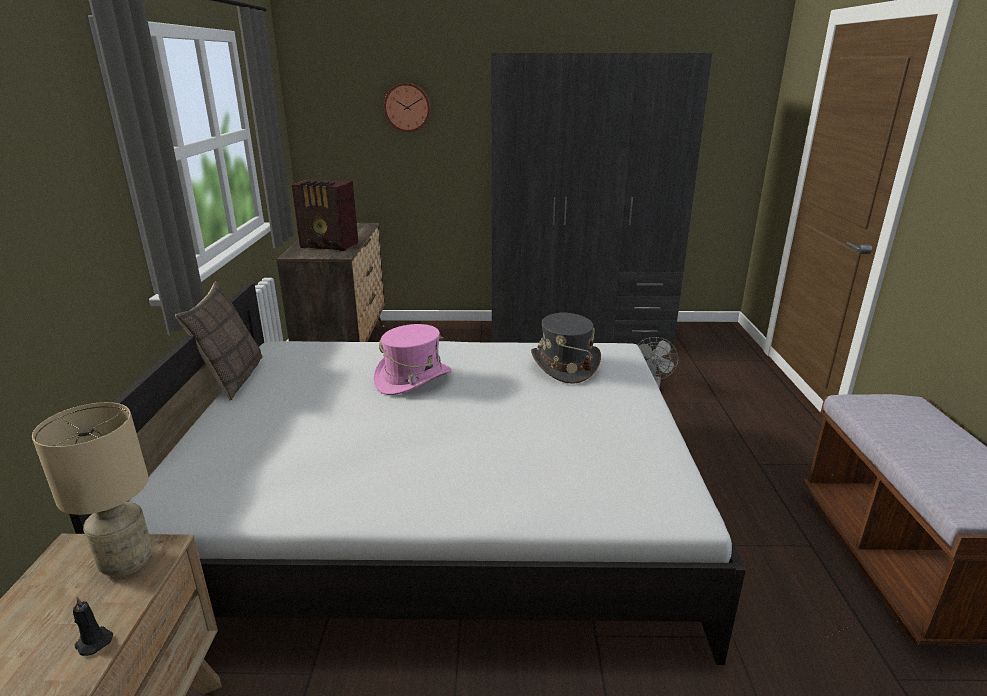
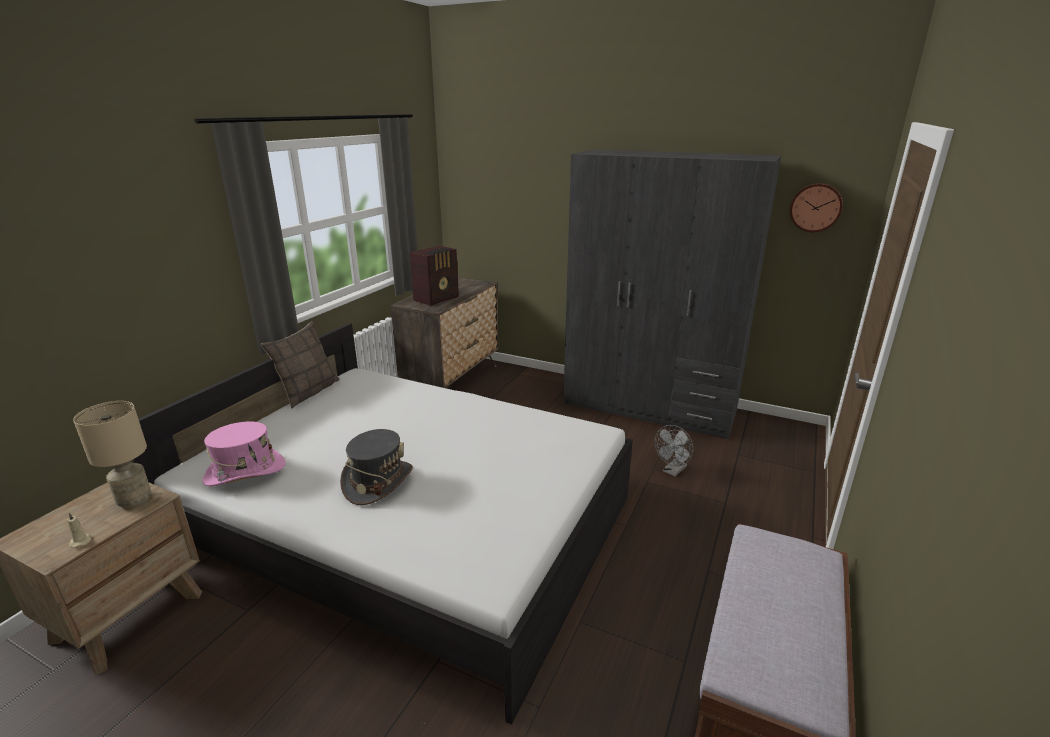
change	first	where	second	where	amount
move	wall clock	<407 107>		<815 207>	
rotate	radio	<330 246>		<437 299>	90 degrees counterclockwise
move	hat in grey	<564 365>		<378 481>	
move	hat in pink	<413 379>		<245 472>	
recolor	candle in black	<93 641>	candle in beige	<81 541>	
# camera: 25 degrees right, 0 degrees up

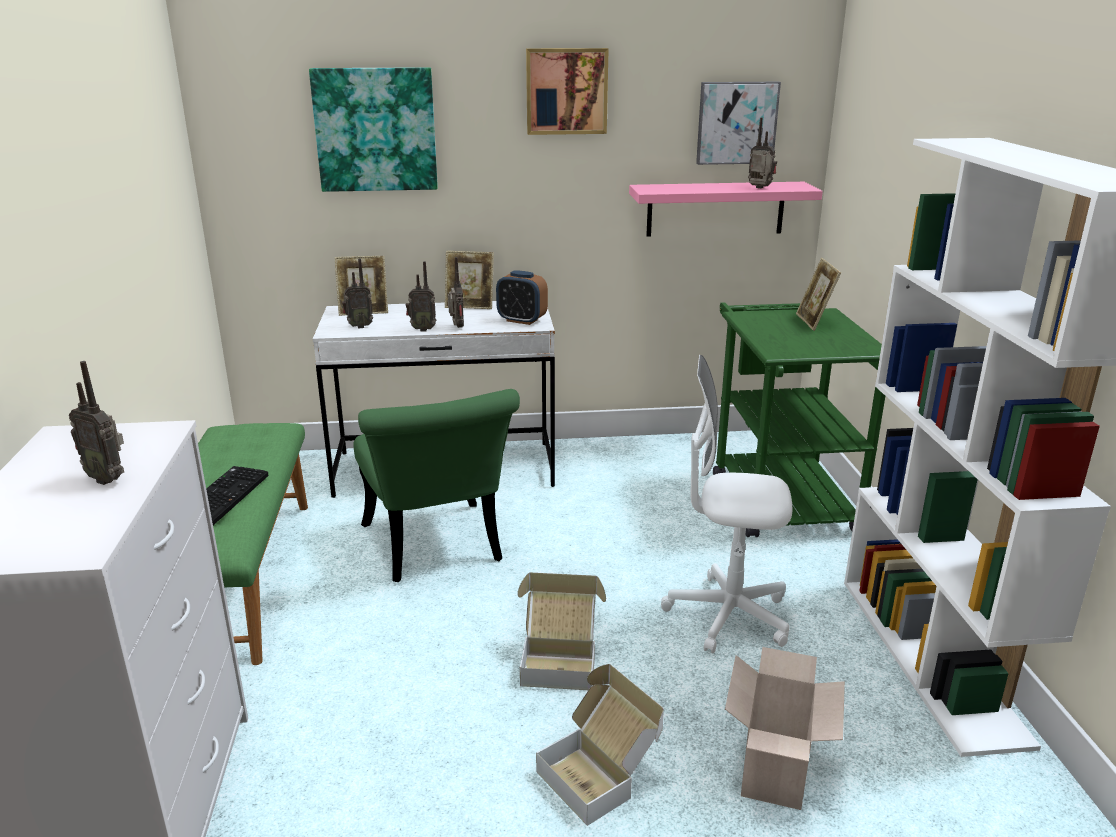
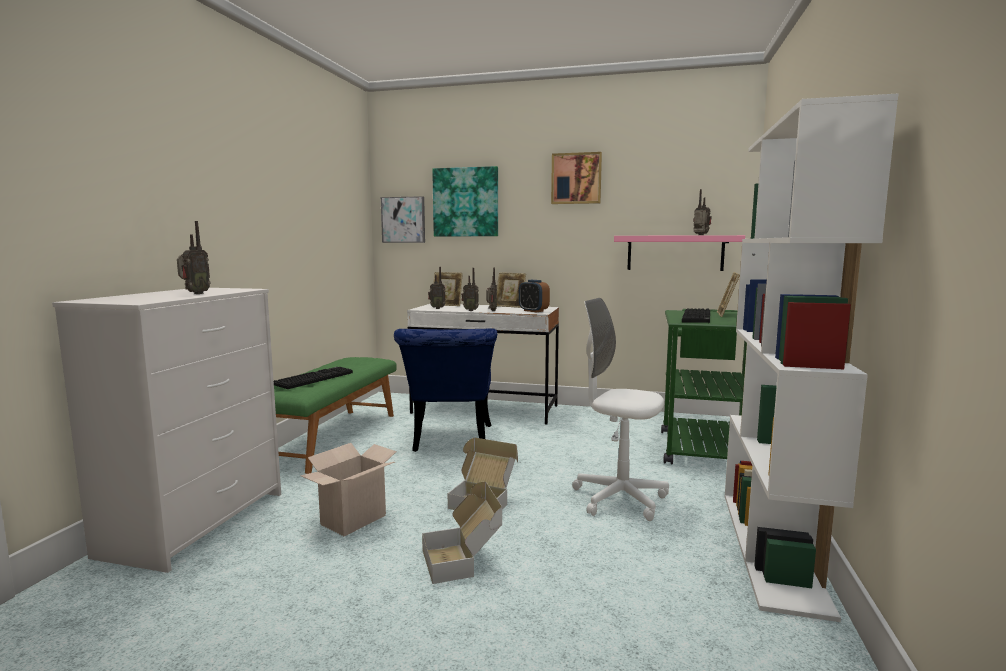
change	first	where	second	where	amount
move	picture	<736 123>		<403 220>	
rotate	radio	<108 478>		<194 294>	120 degrees counterclockwise
recolor	chair in green	<436 549>	chair in blue	<450 441>	
move	cardboard box	<776 775>		<353 521>	
insert			keyboard	<698 317>	
# camera: 20 degrees right, 15 degrees down

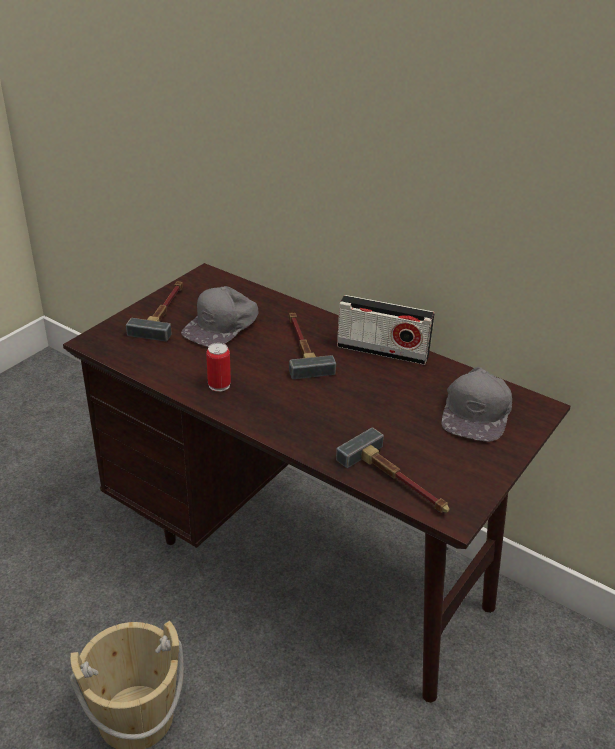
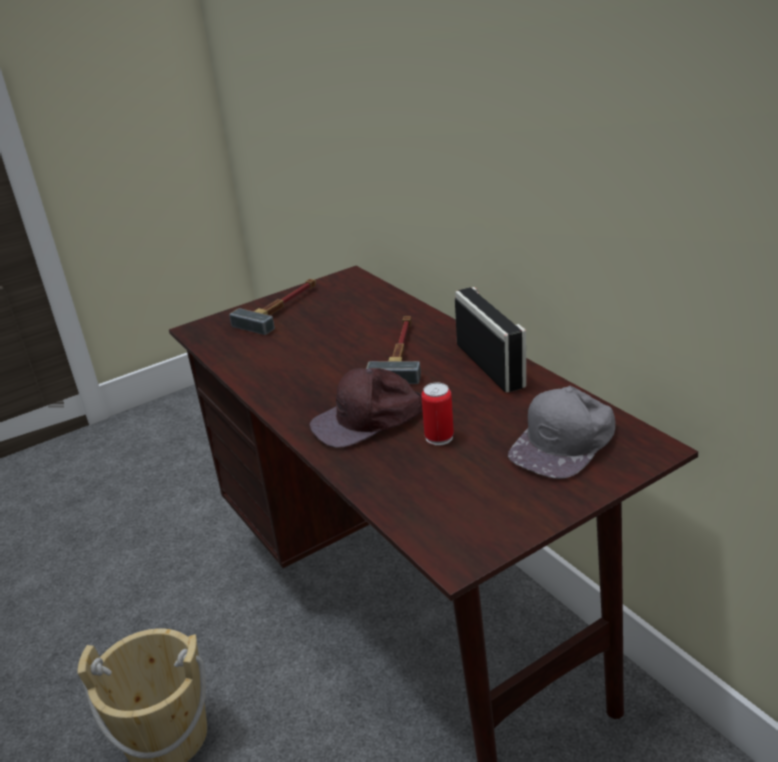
change	first	where	second	where	amount
delete	cap in grey	<222 325>			
rotate	radio	<382 351>		<490 365>	150 degrees counterclockwise
move	can	<219 385>		<439 437>	
delete	hammer	<398 481>			
insert			cap in brown	<369 420>	
# camera: 25 degrees right, 5 degrees down

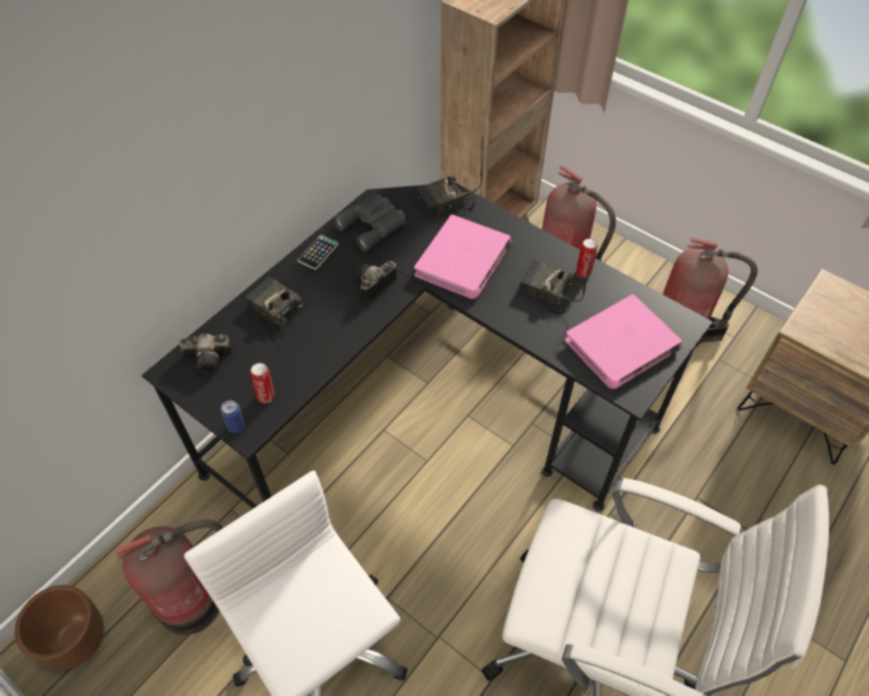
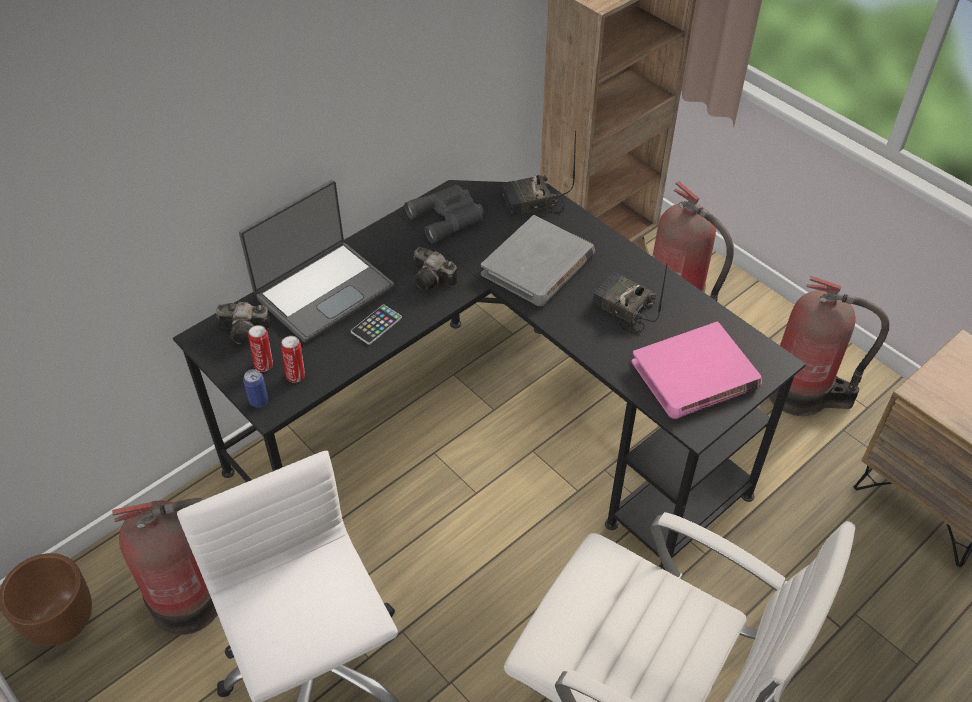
change	first	where	second	where	amount
recolor	book in pink	<463 260>	book in grey	<538 265>	
move	phone	<318 252>		<376 325>	
move	can	<583 272>		<264 364>	
rotate	photo camera	<373 286>		<434 280>	105 degrees counterclockwise
replace	radio	<274 310>	laptop	<323 291>	
# camera: 10 degrees right, 5 degrees down

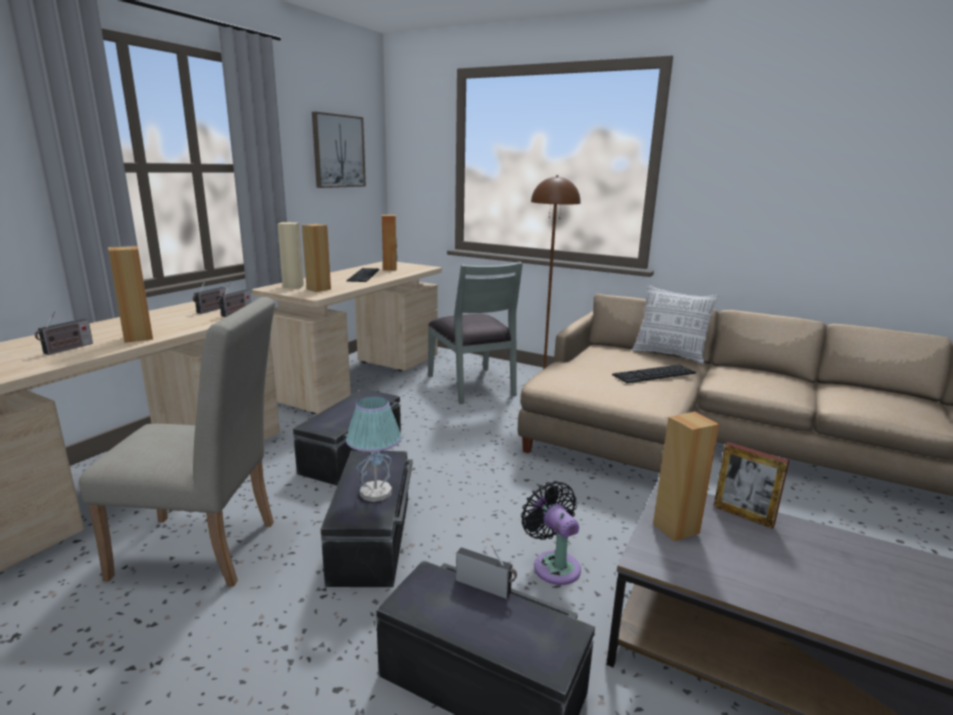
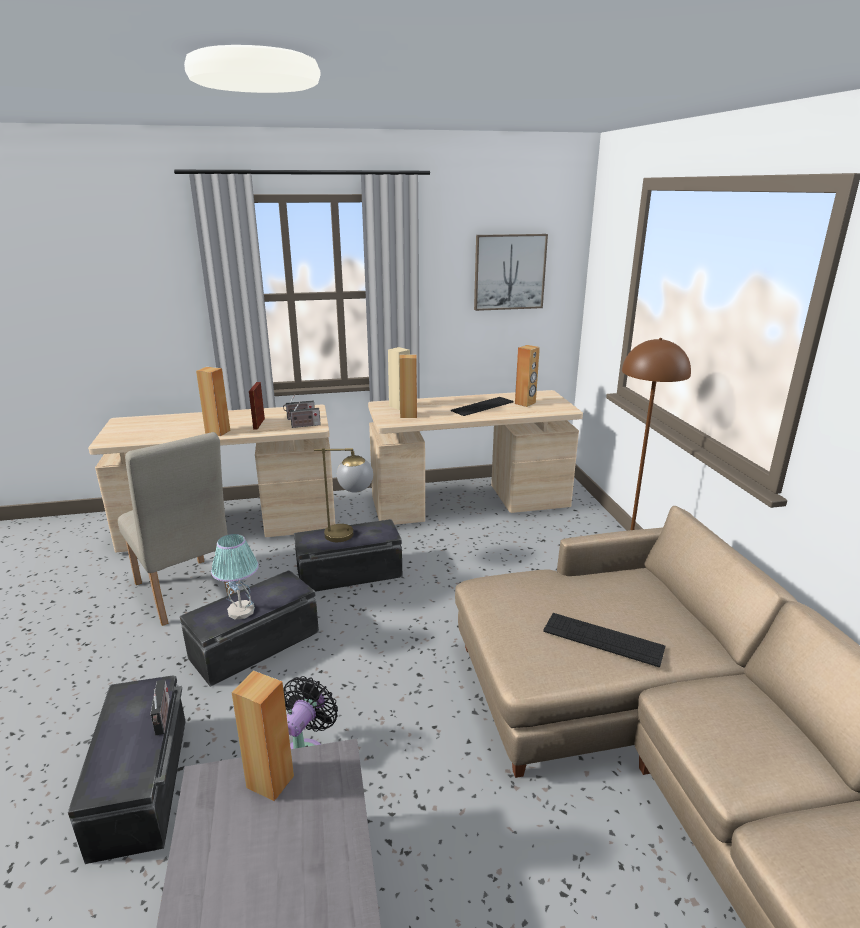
change	first	where	second	where	amount
delete	chair in grey	<472 385>			
delete	pillow	<669 355>			
delete	radio	<67 349>			
move	picture frame	<743 515>		<259 424>	
insert			table lamp	<350 534>	
# camera: 50 degrees right, 5 degrees up

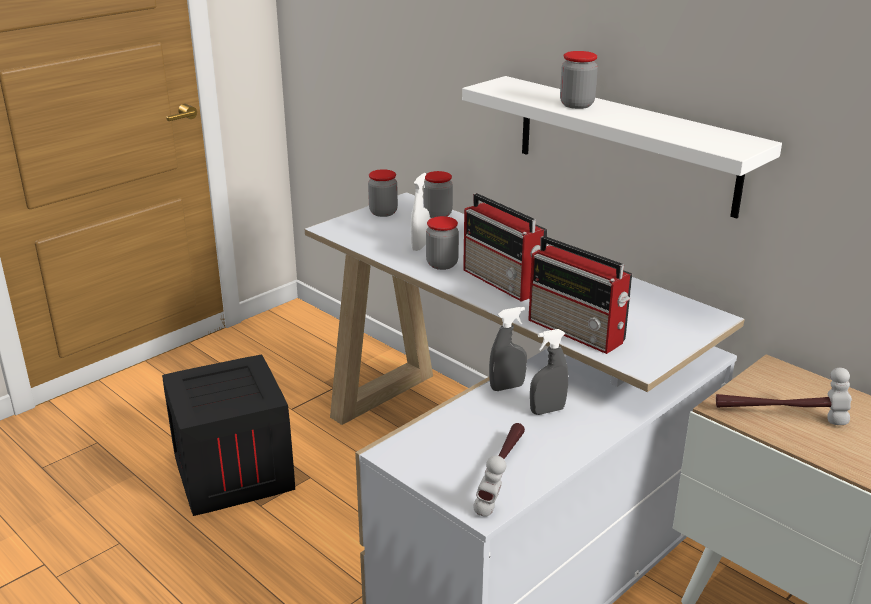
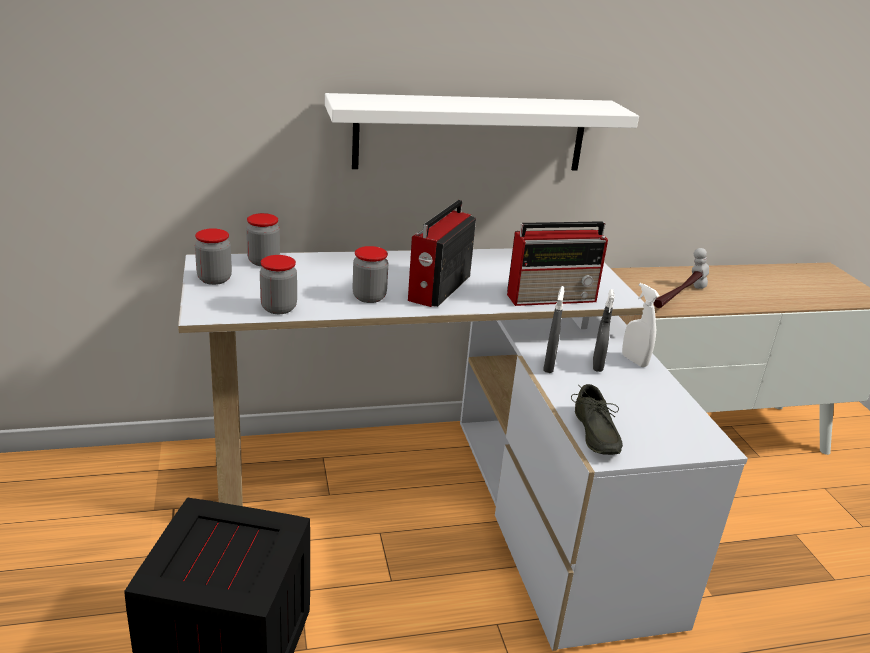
change	first	where	second	where	amount
move	jar	<577 105>		<279 308>	
move	spray bottle in white	<420 246>		<634 360>	
rotate	radio	<503 282>		<438 289>	120 degrees clockwise
delete	hammer	<502 476>			
insert			shoe in grey	<592 433>	
# camera: 60 degrees left, 0 degrees up

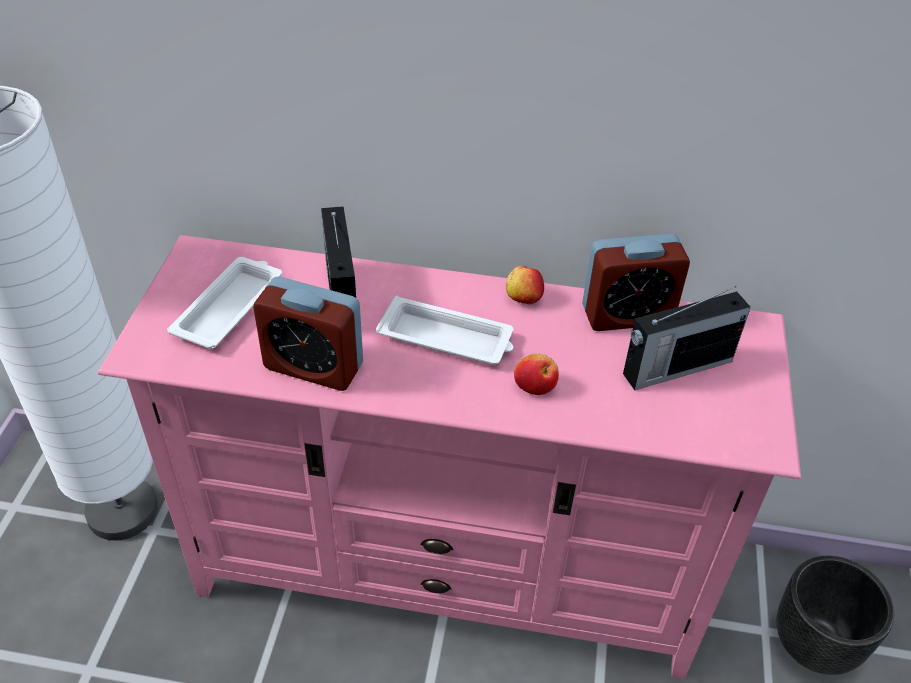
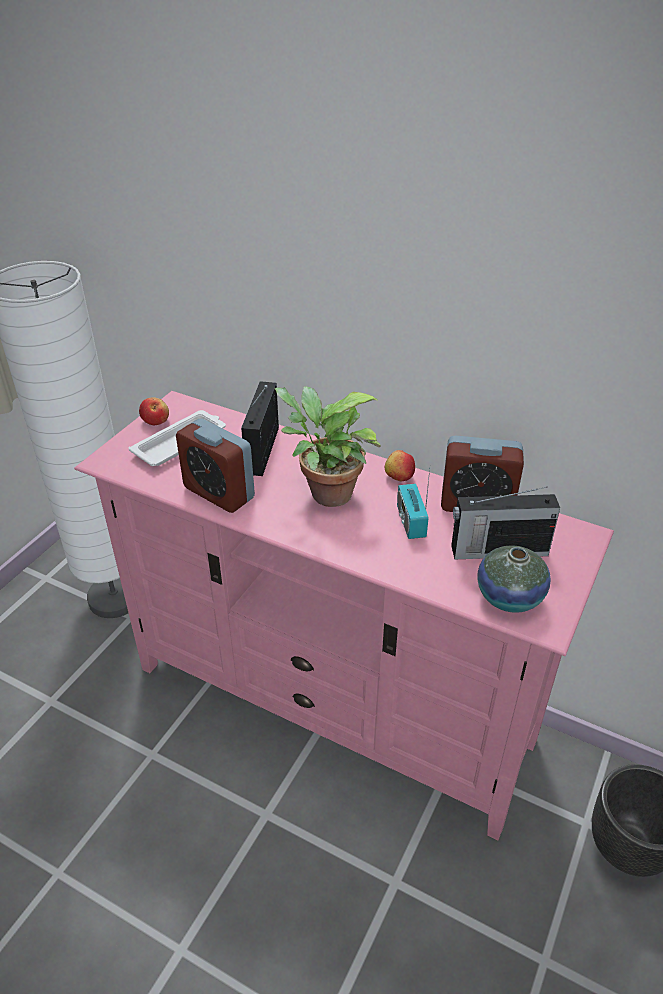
change	first	where	second	where	amount
replace	tray in white	<447 339>	potted plant	<325 493>	
move	apple	<535 385>		<156 421>	
insert			radio	<411 522>	
insert			vase	<509 596>	
# camera: 20 degrees right, 5 degrees down

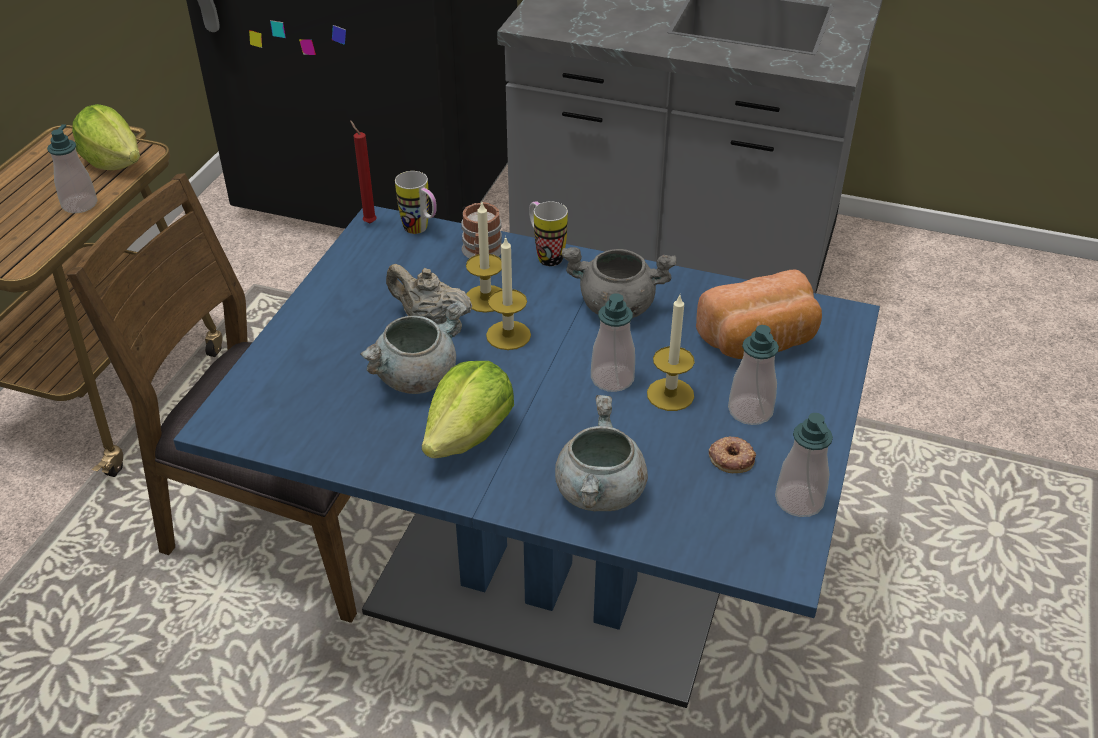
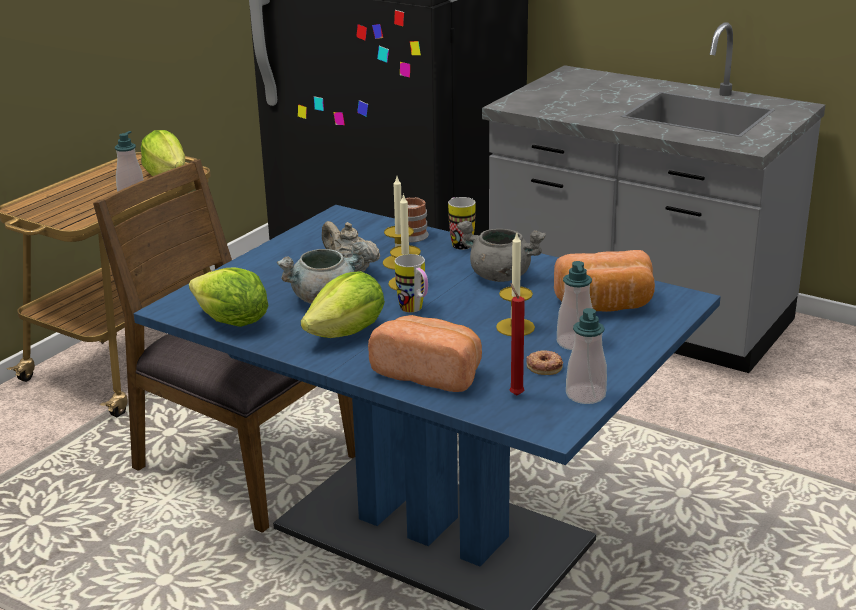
change	first	where	second	where	amount
move	candle in red	<368 222>		<515 394>	
move	mug	<421 230>		<415 310>	
delete	soap dispenser	<612 379>			
replace	cooking pot in grey	<600 493>	bread	<430 373>	
insert			lettuce	<232 322>	
# camera: 15 degrees right, 15 degrees down

